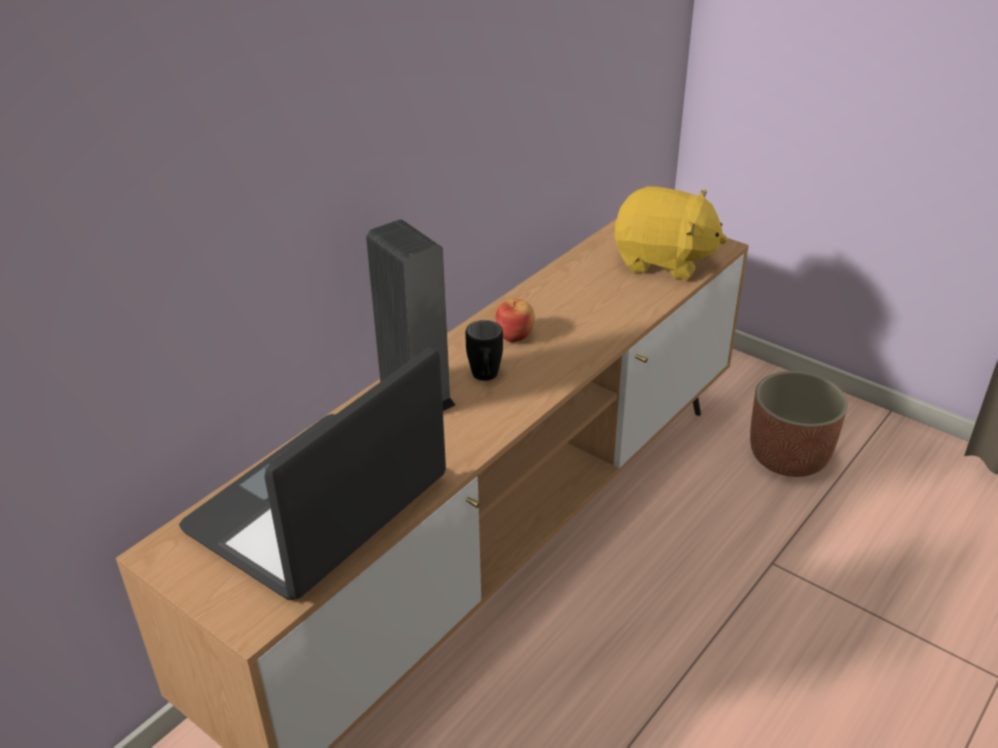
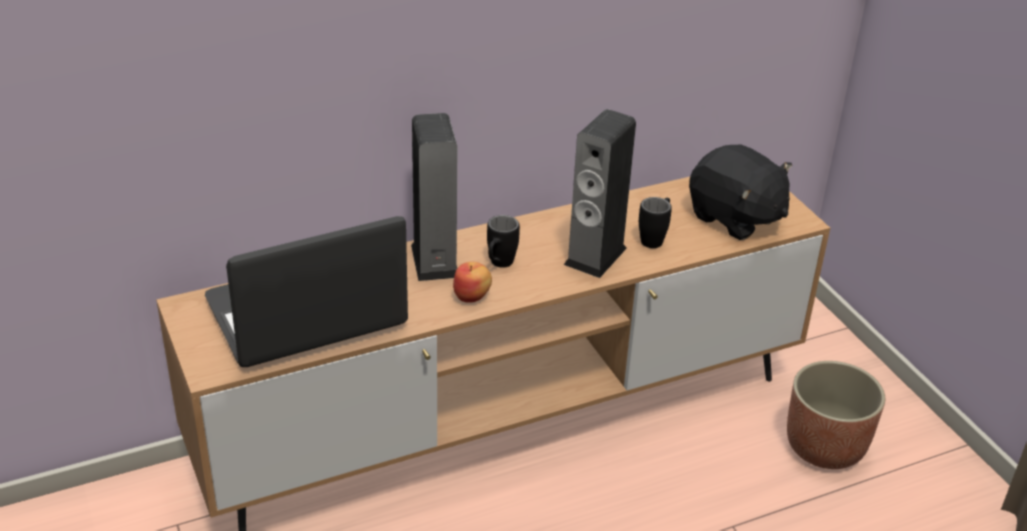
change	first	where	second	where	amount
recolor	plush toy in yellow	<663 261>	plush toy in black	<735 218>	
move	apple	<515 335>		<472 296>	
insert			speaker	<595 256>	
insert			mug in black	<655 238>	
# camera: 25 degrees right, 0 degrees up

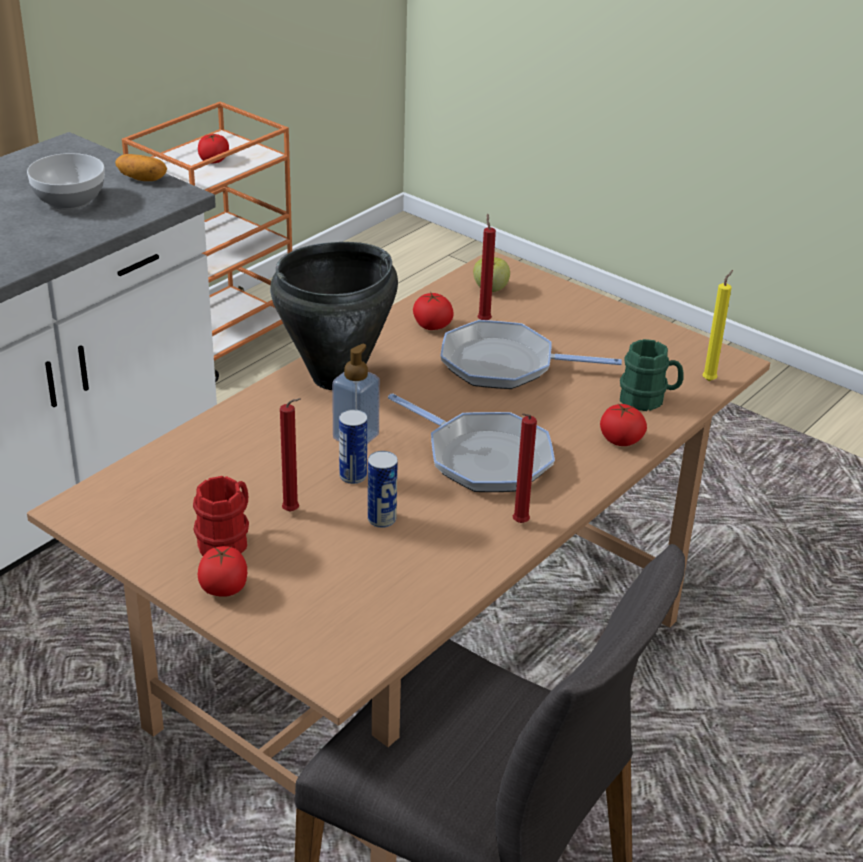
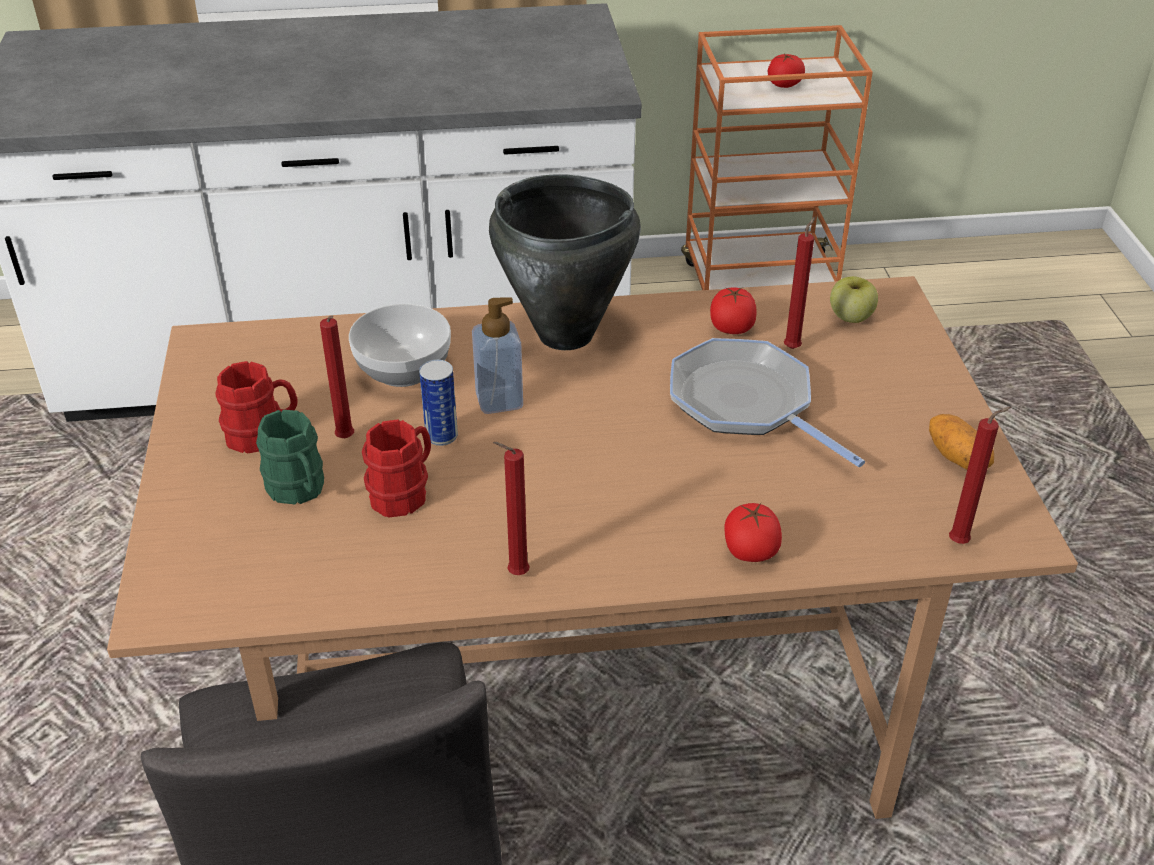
change	first	where	second	where	amount
move	bowl	<69 201>		<402 370>	
move	potato	<142 179>		<957 457>	
recolor	candle in yellow	<710 380>	candle in red	<961 542>	
move	mug in green	<648 400>		<299 490>	
delete	frying pan	<483 458>			
replace	can	<382 519>	mug in red	<404 492>	
delete	tomato	<223 588>			
# camera: 45 degrees right, 5 degrees up

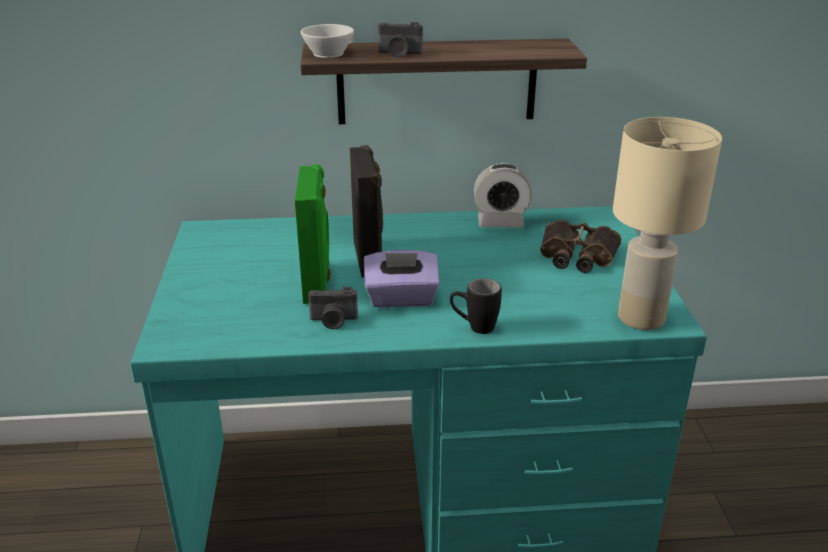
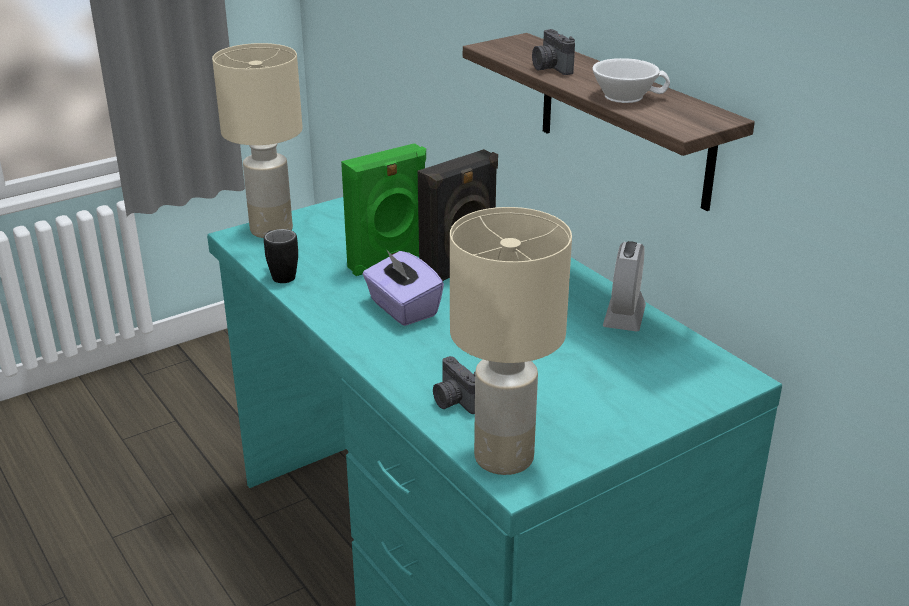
change	first	where	second	where	amount
move	cup in white	<328 52>		<626 95>	
rotate	alarm clock	<500 223>		<624 317>	45 degrees clockwise
delete	binoculars	<576 256>			
move	mug in black	<474 327>		<280 274>	
move	photo camera	<333 321>		<454 401>	
insert			table lamp in beige	<270 230>	
# camera: 60 degrees right, 0 degrees up

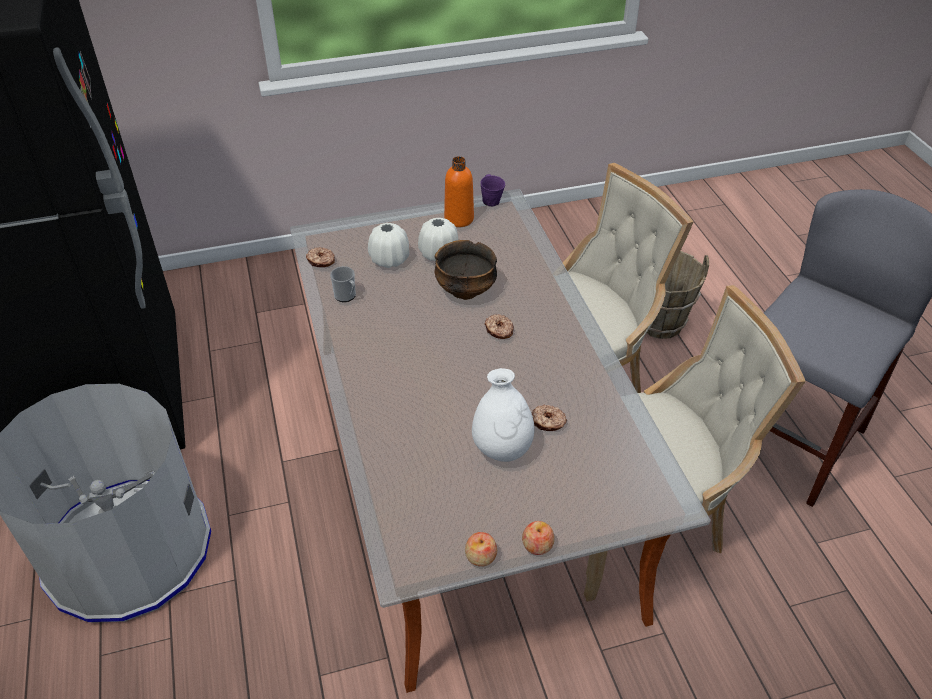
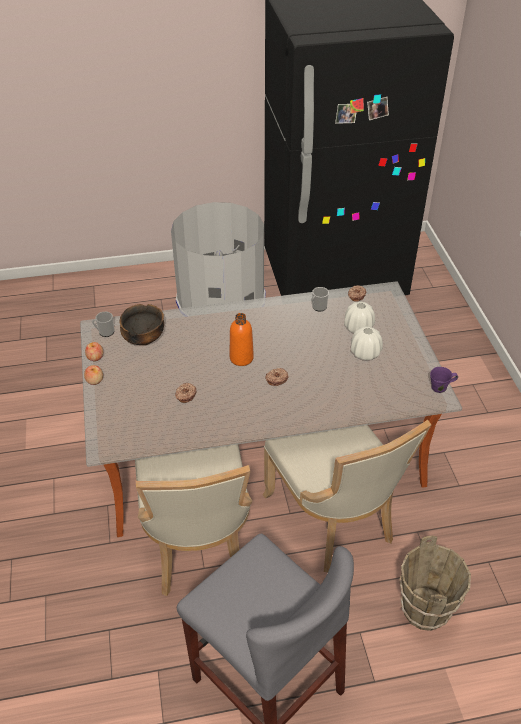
change	first	where	second	where	amount
move	bottle in orange	<459 219>		<241 358>	
move	bowl	<465 290>		<143 339>	
delete	vase in white	<502 449>			
insert			mug	<104 332>	
# camera: 95 degrees right, 0 degrees up

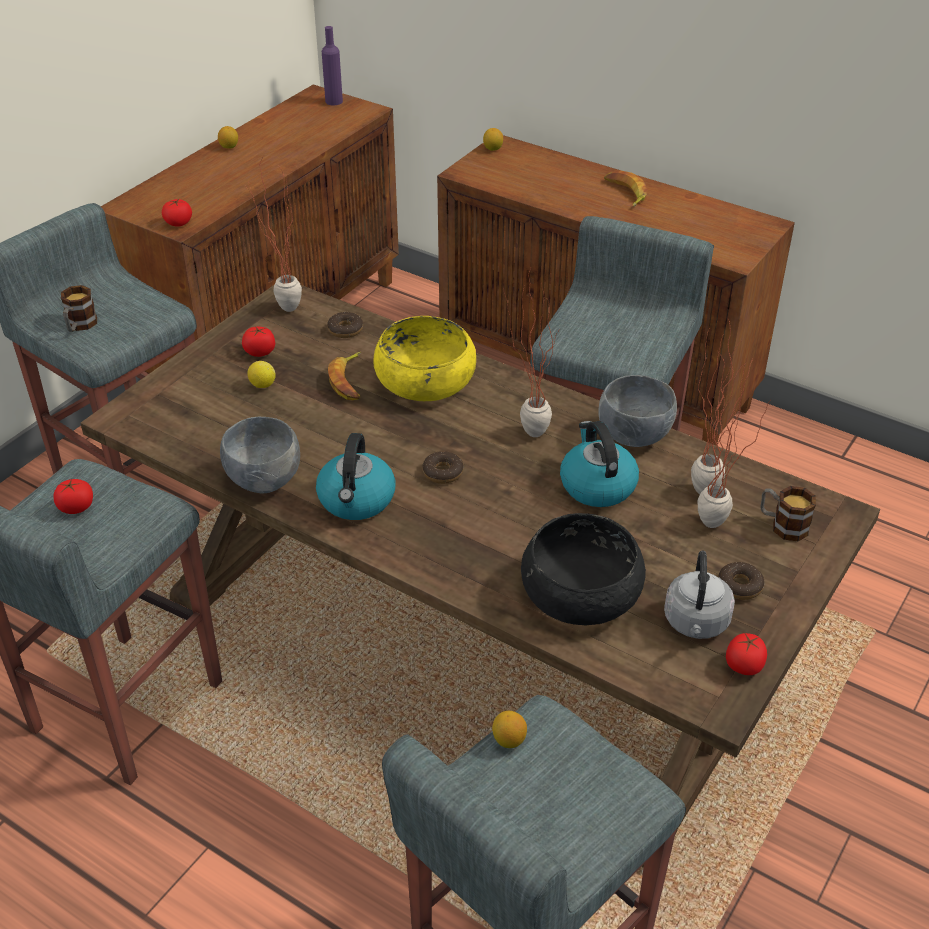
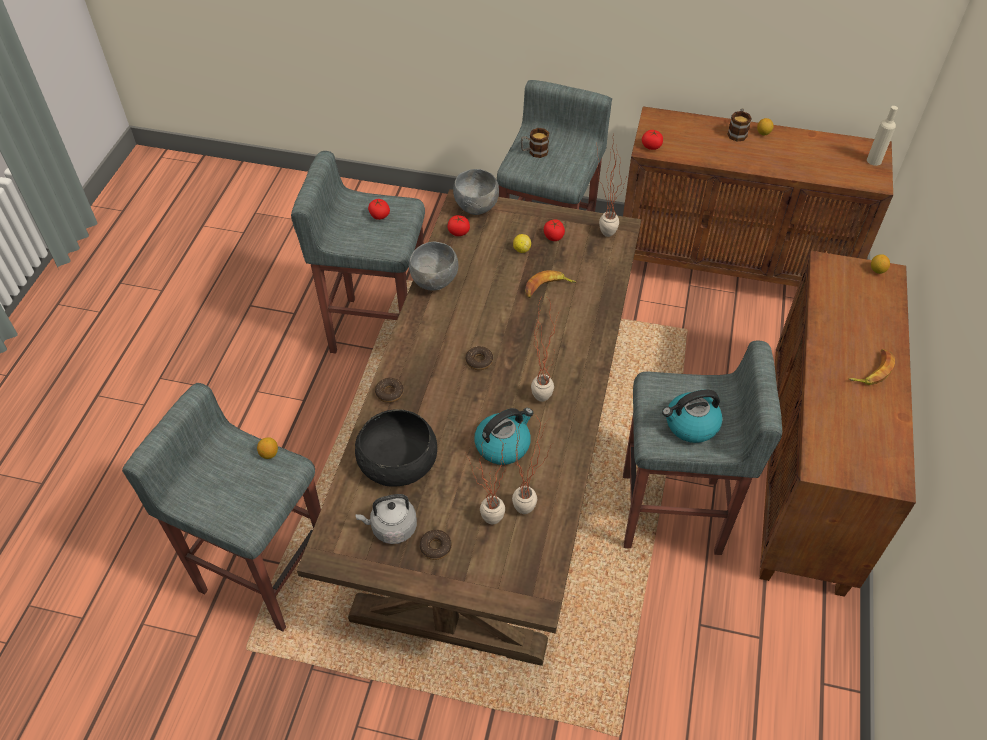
change	first	where	second	where	amount
recolor	bottle in purple	<334 101>	bottle in beige	<874 160>	
move	donut	<345 330>		<389 393>	
delete	bowl in yellow	<425 380>			
move	bowl in grey	<633 436>		<476 207>	
move	kettle	<357 500>		<690 425>	
move	mug	<782 525>		<737 132>	
move	tomato	<744 665>		<459 232>	
# camera: 70 degrees right, 10 degrees up

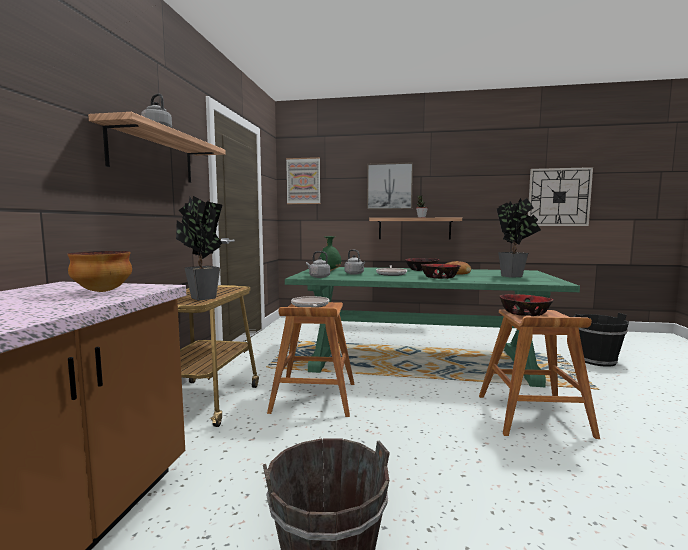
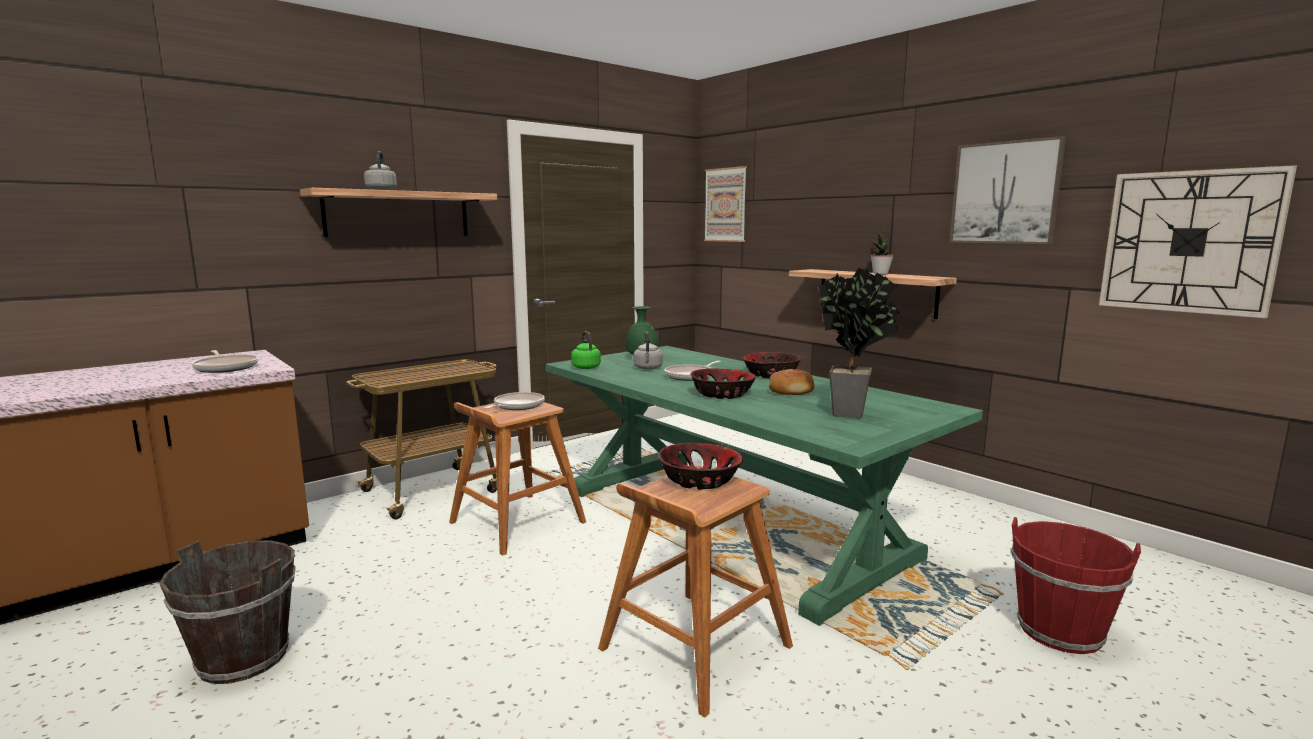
change	first	where	second	where	amount
move	picture	<389 186>		<1005 193>	
delete	potted plant	<202 299>			
replace	bowl	<102 291>	frying pan	<226 367>	
recolor	kettle in grey	<318 277>	kettle in green	<585 367>	
recolor	bucket in black	<596 360>	bucket in red	<1060 631>	
# camera: 40 degrees right, 5 degrees up

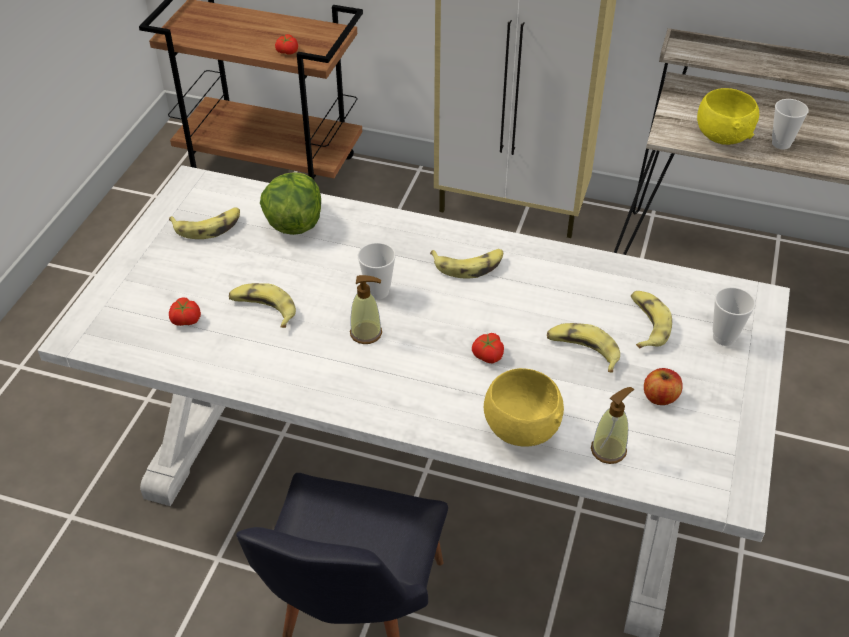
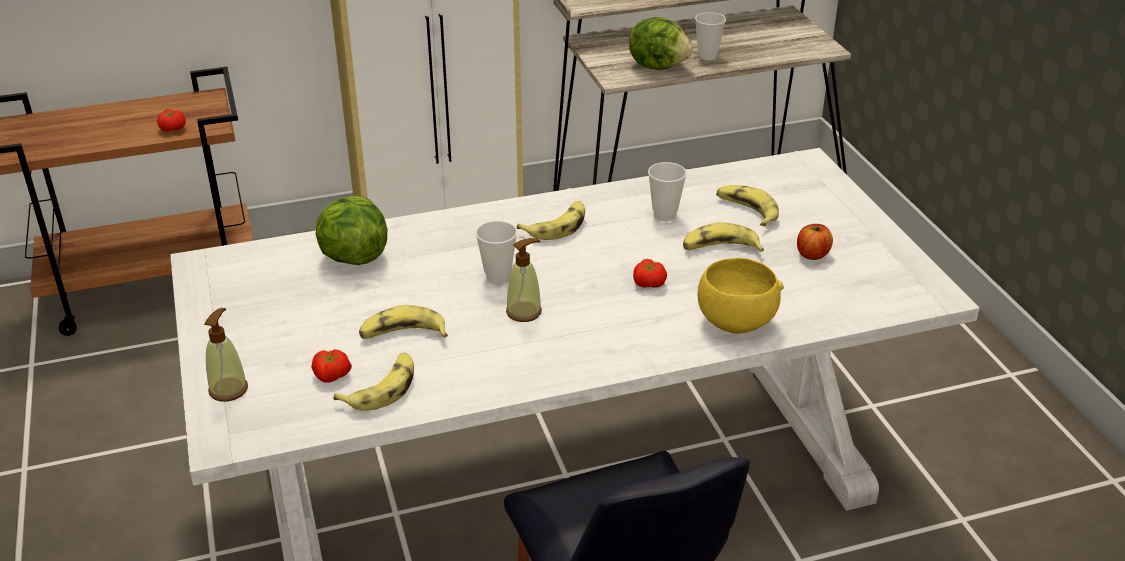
change	first	where	second	where	amount
replace	bowl in yellow	<722 136>	lettuce	<658 65>	
move	banana	<208 227>		<382 389>	
move	cup	<724 337>		<664 215>	
move	soap dispenser	<608 450>		<228 389>	
# camera: 35 degrees left, 10 degrees down

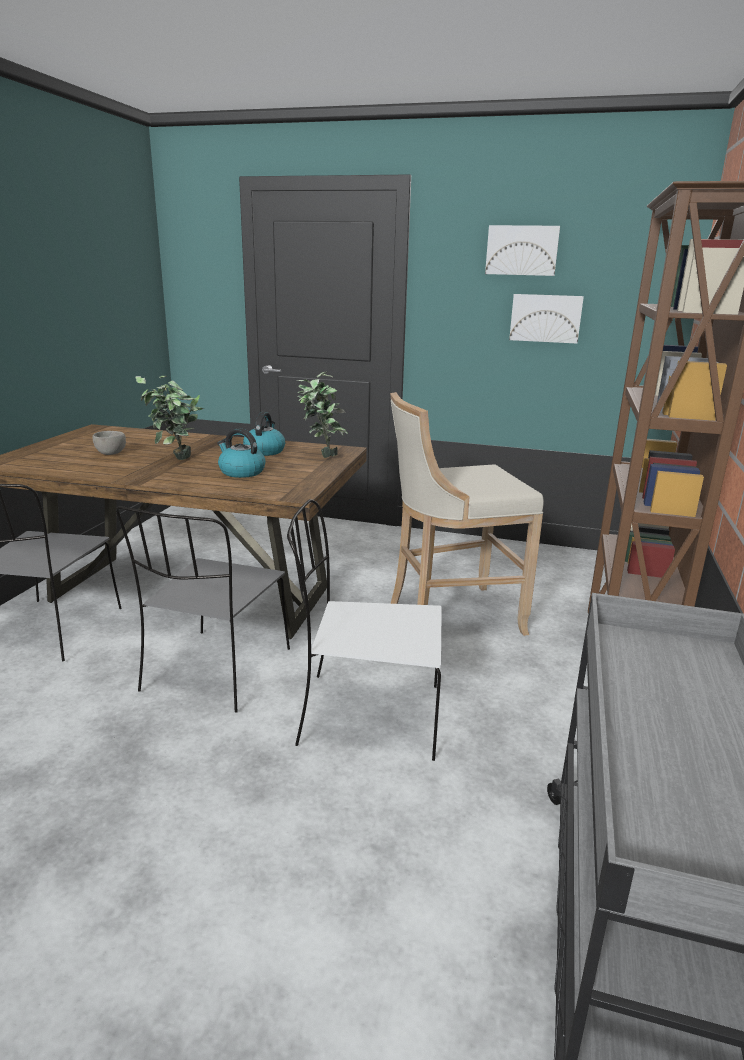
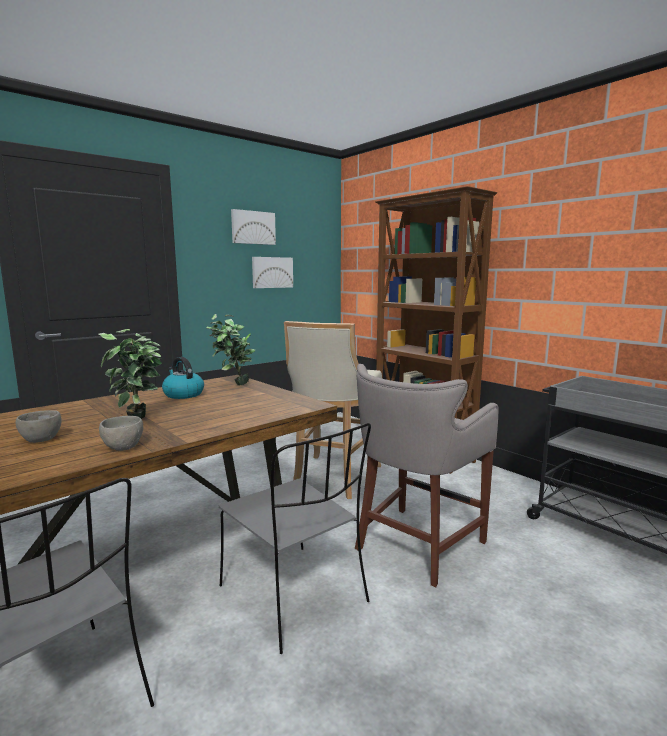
change	first	where	second	where	amount
delete	kettle	<241 472>			
replace	chair in white	<366 715>	stool in grey	<416 545>	
insert			bowl in grey	<122 447>	
# camera: 55 degrees left, 10 degrees down

